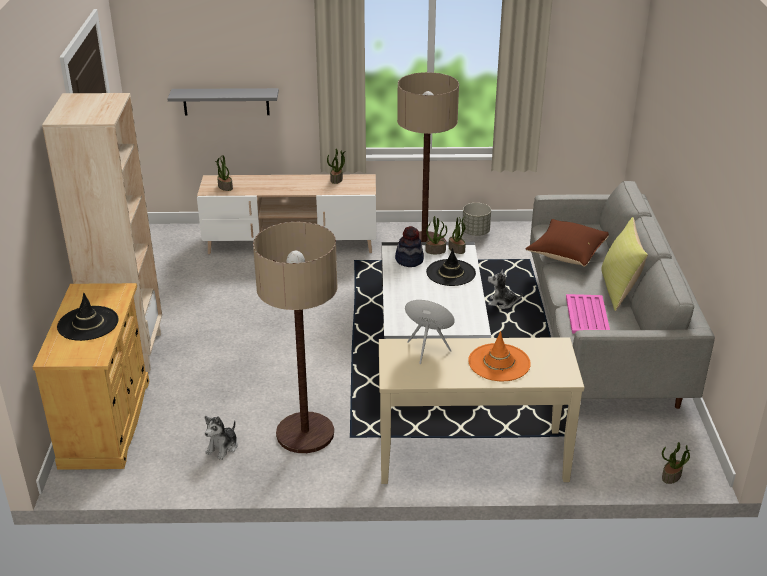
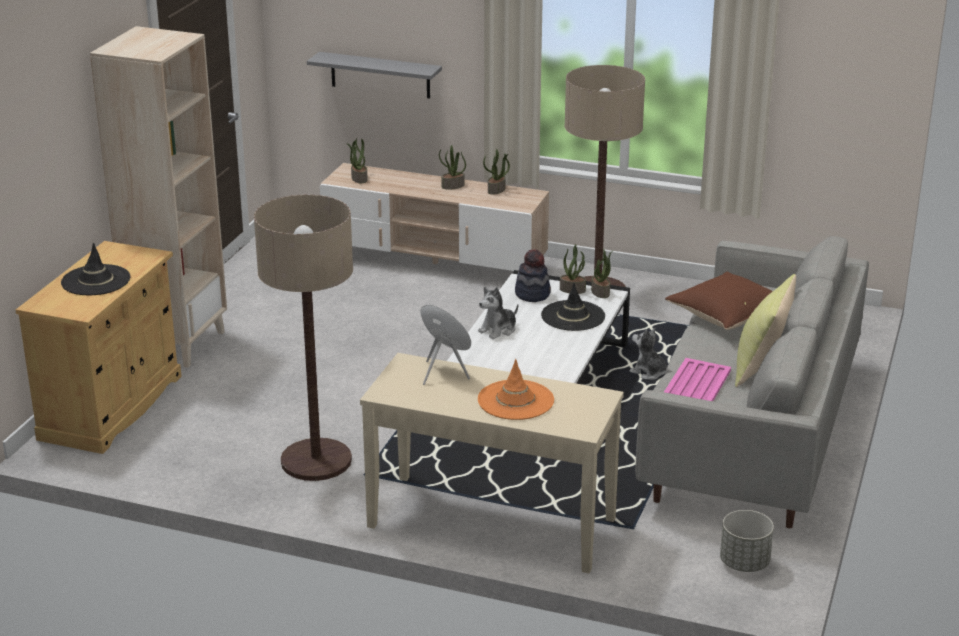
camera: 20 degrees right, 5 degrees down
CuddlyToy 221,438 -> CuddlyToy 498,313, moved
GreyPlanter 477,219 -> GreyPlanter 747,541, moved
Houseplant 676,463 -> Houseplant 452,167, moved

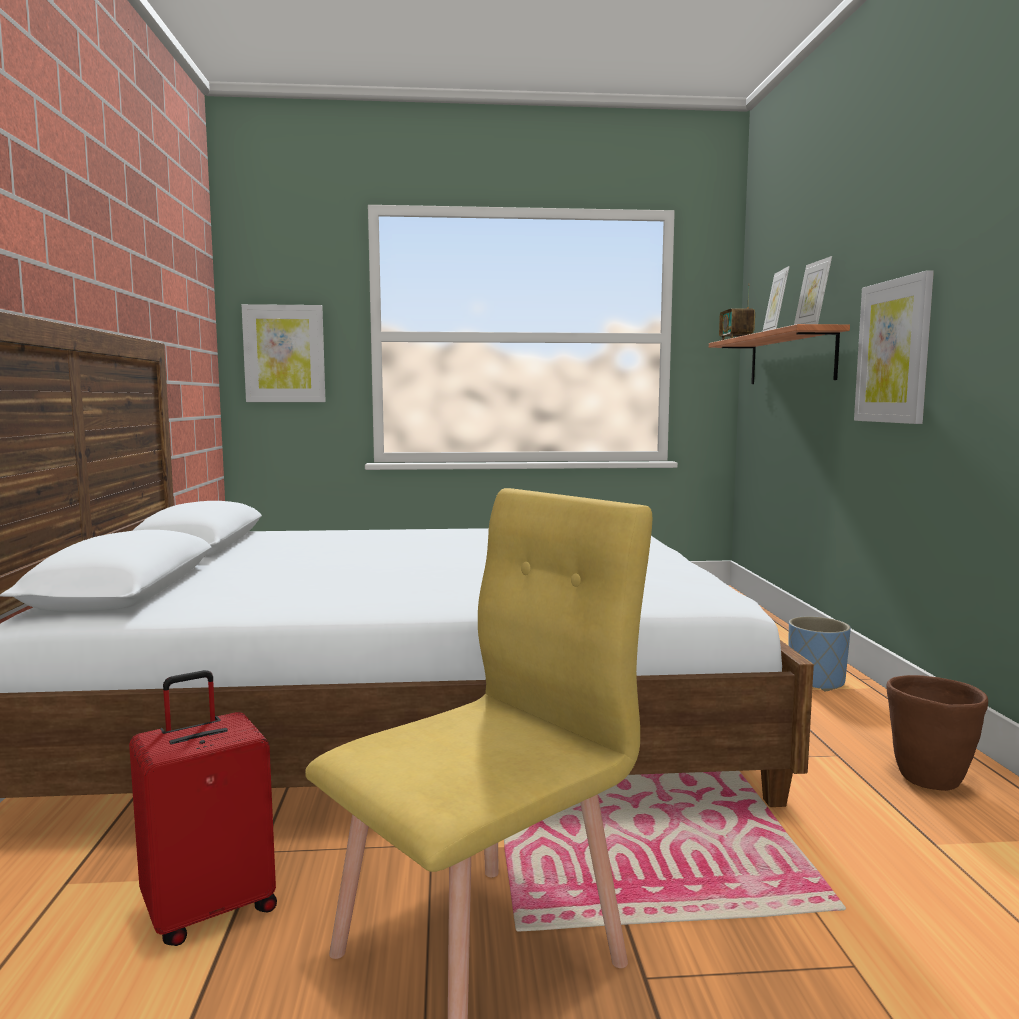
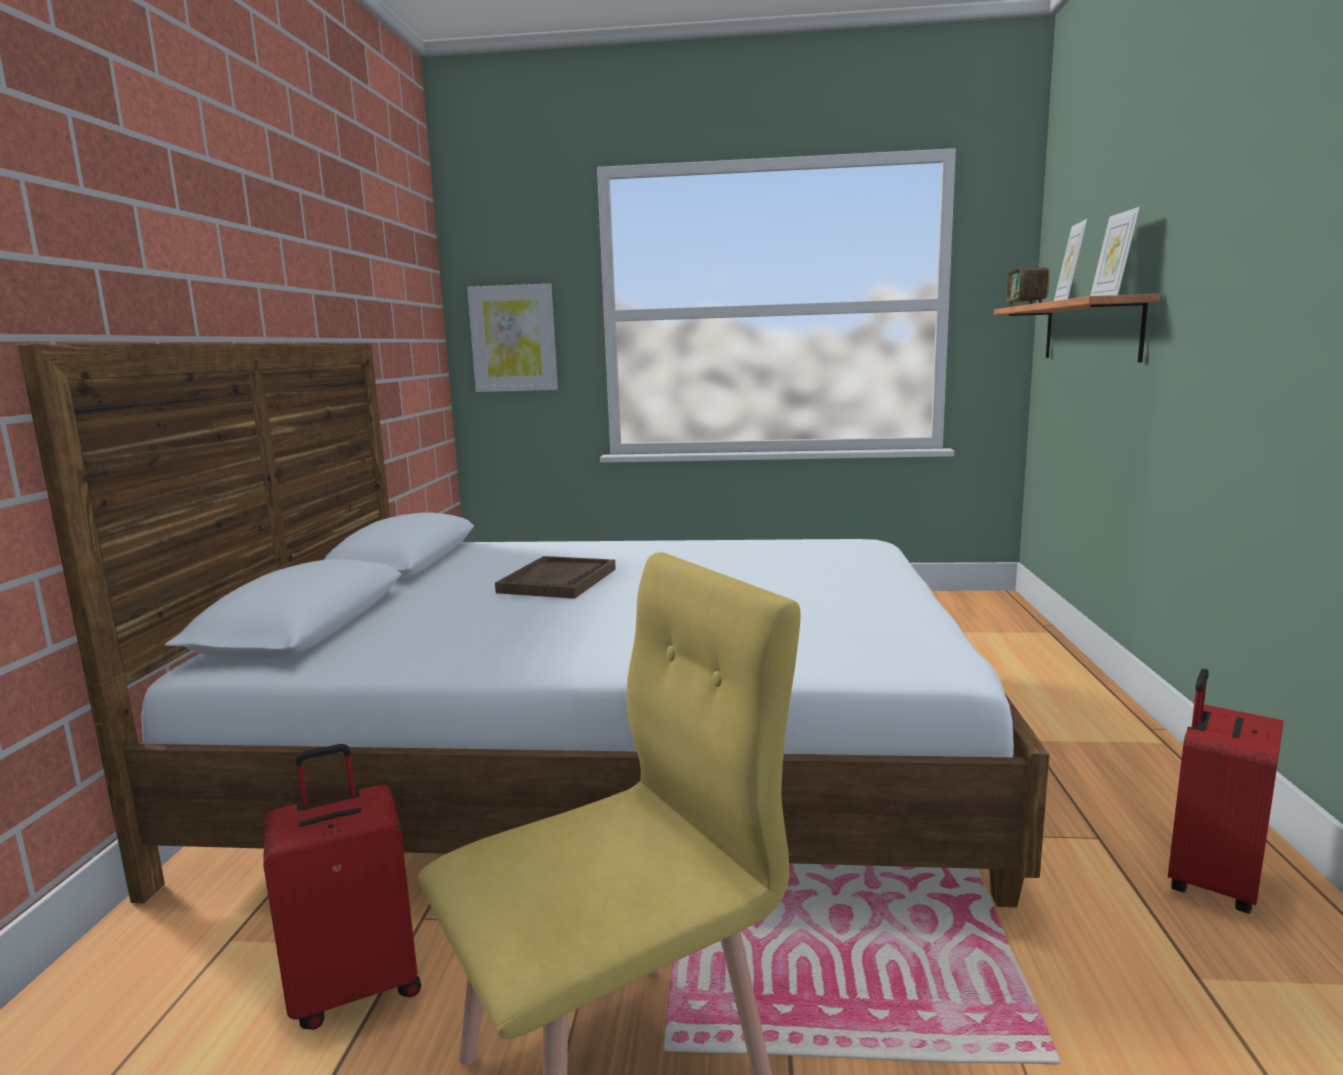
camera: 10 degrees right, 5 degrees up
BluishPlanter 819,653 -> none
WallPicture 894,347 -> none
none -> BrownColouredServingTray 555,577
BrownColouredPlanter 937,733 -> ReddishSuitcase 1226,791

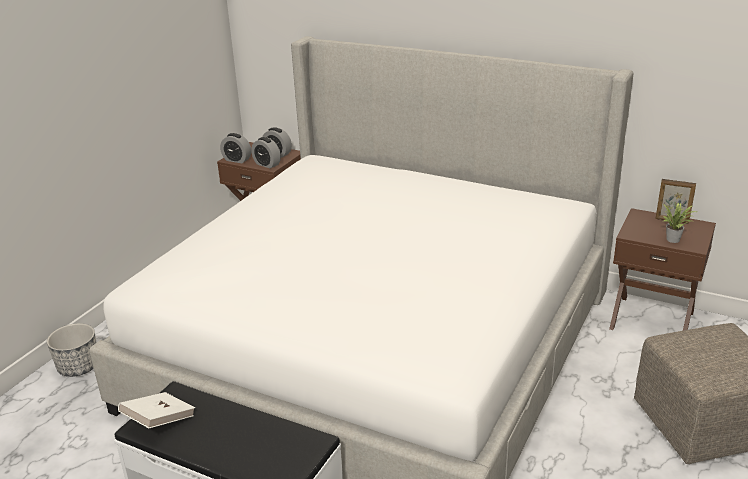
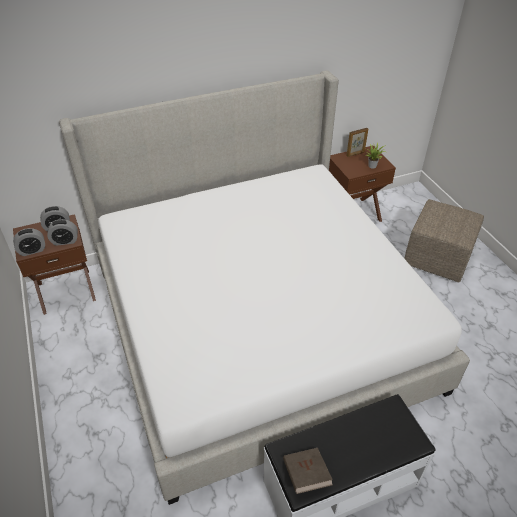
camera: 50 degrees left, 15 degrees up
Planter 72,350 -> none
WhitishBoundBook 156,410 -> BrownColouredBoundBook 308,471

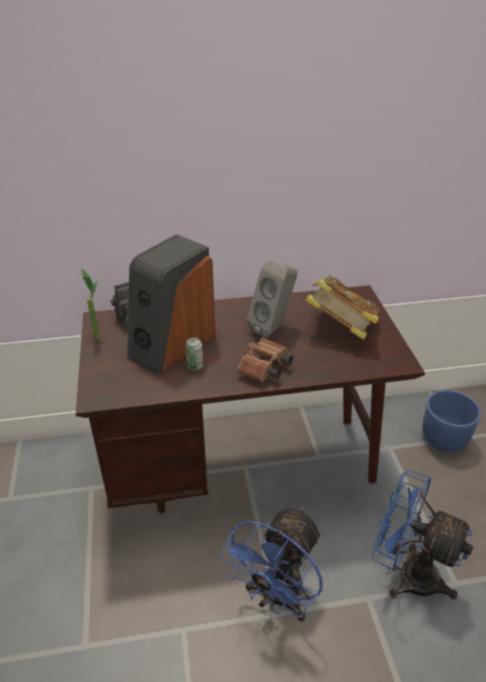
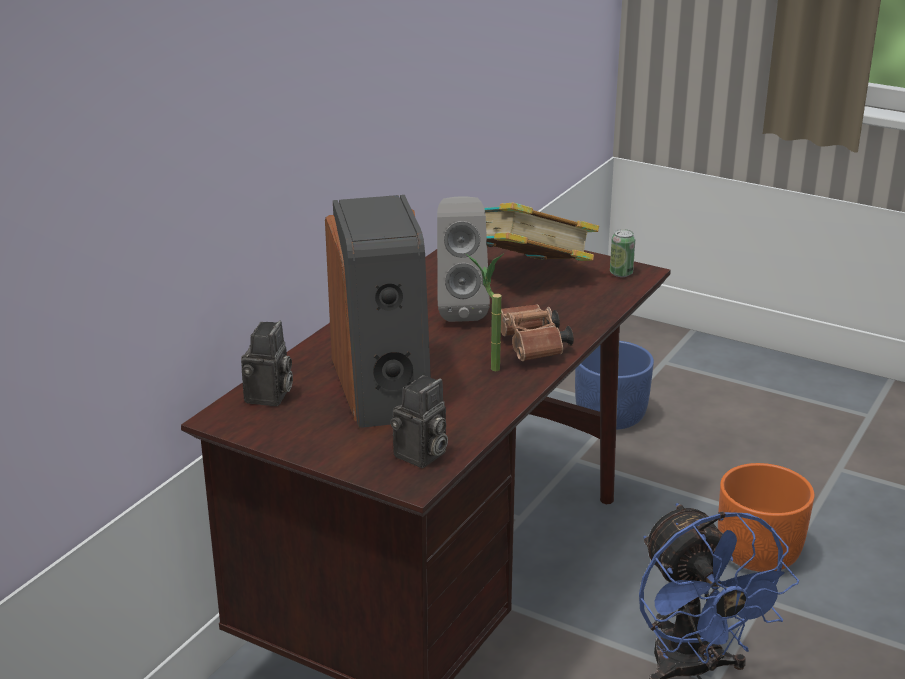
camera: 50 degrees left, 10 degrees down
none -> StillCamera 419,421
Houseplant 90,304 -> Houseplant 485,312, moved
SealedCan 194,354 -> SealedCan 622,253, moved
BluishCoolingFan 422,534 -> OrangePlanter 766,517

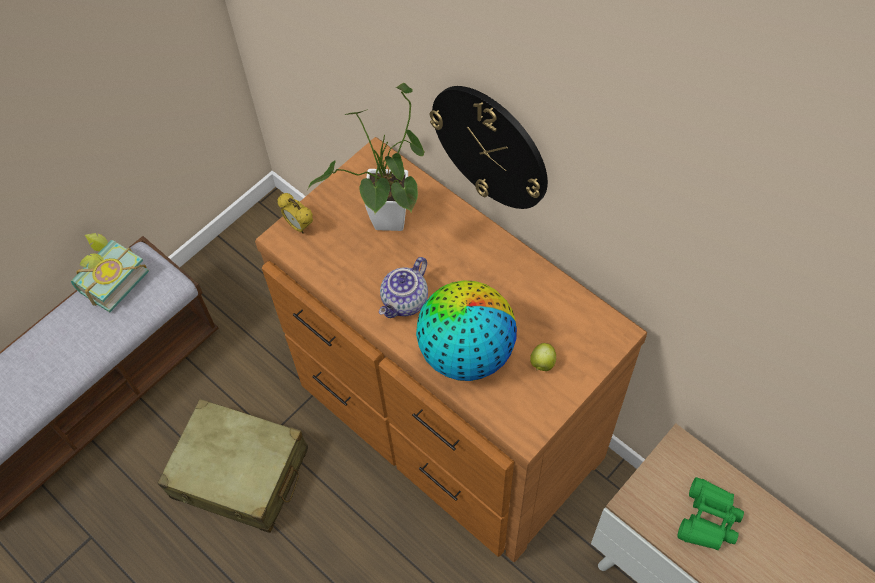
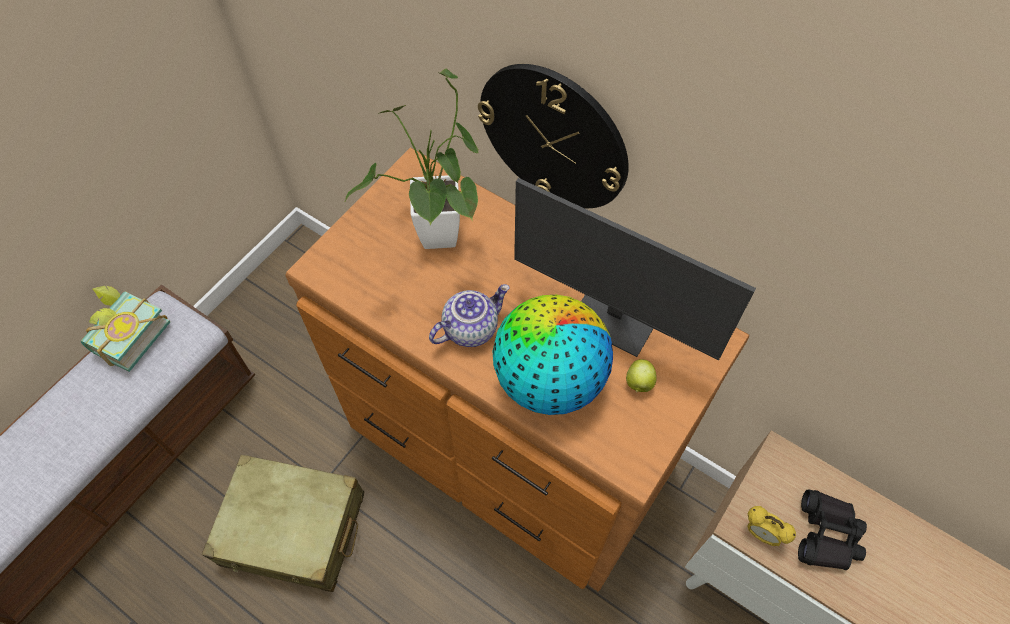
camera: 10 degrees left, 0 degrees up
none -> ComputerDisplay 635,269
TableClock 295,213 -> TableClock 771,526, moved
GreenishBinoculars 710,513 -> BlackBinoculars 832,529
PotForTea 403,287 -> PotForTea 469,315, 150 degrees counterclockwise

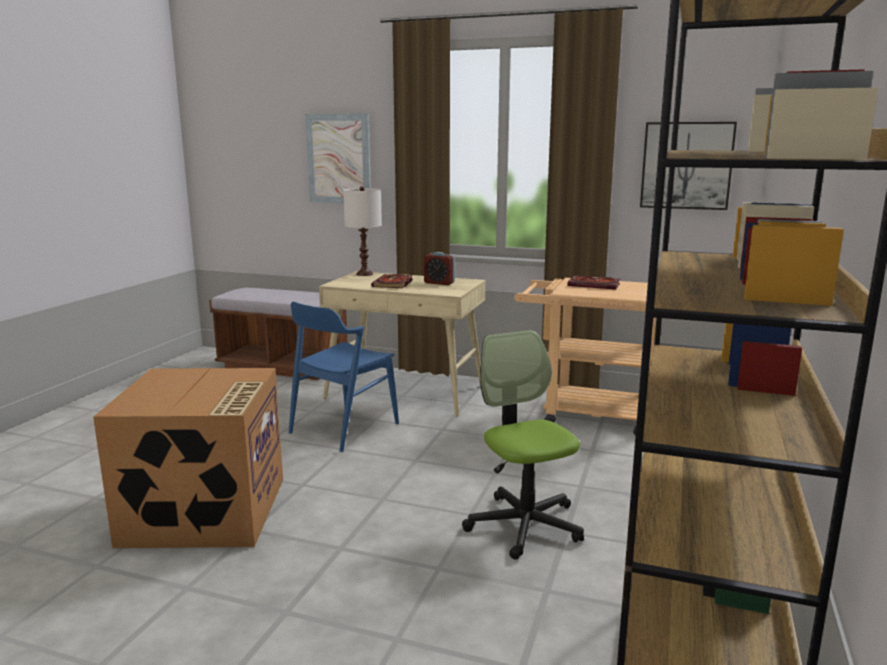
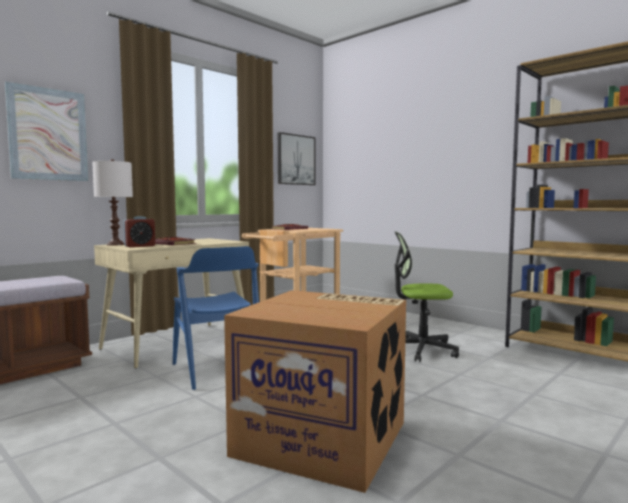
camera: 65 degrees left, 10 degrees down
TableClock 439,268 -> TableClock 139,231, moved

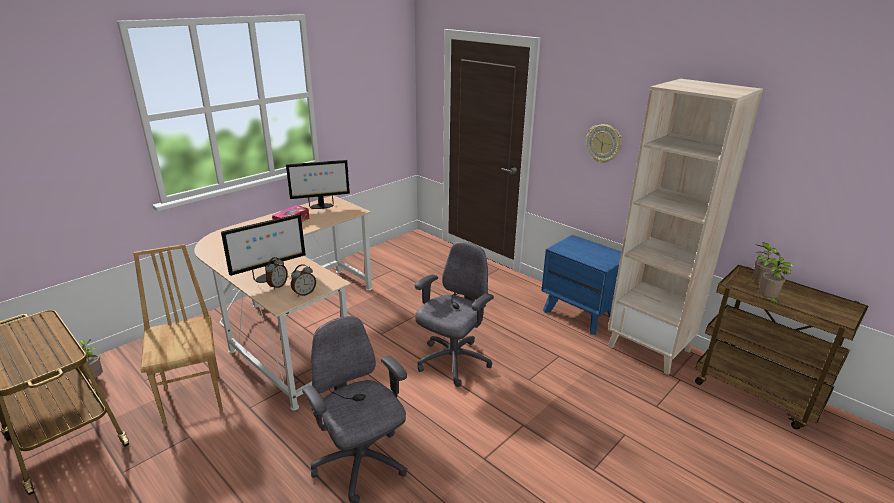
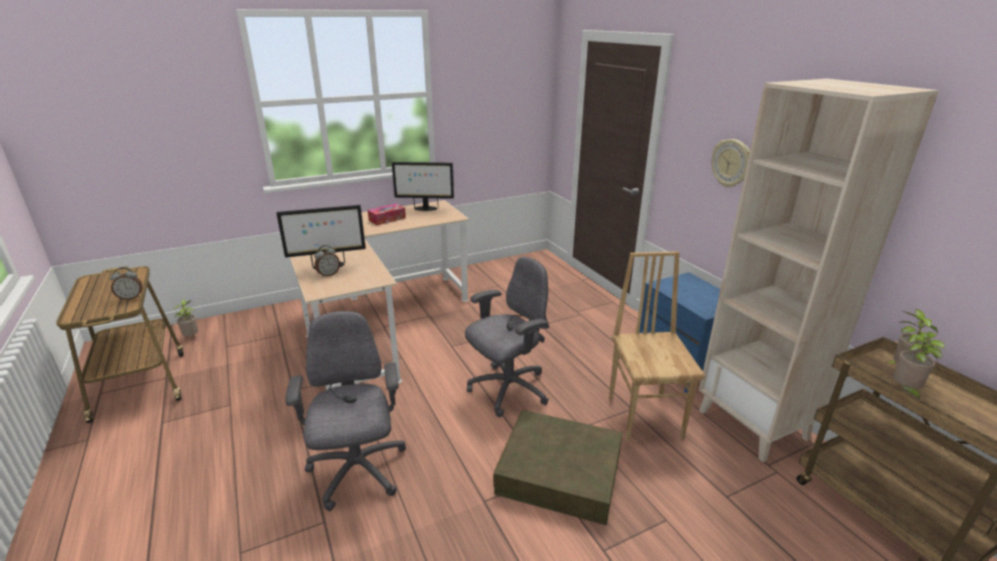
camera: 20 degrees right, 0 degrees up
none -> BrownColouredStorageContainer 558,467
BrownColouredChair 178,335 -> BrownColouredChair 657,346, moved
TableClock 303,280 -> TableClock 126,283, moved

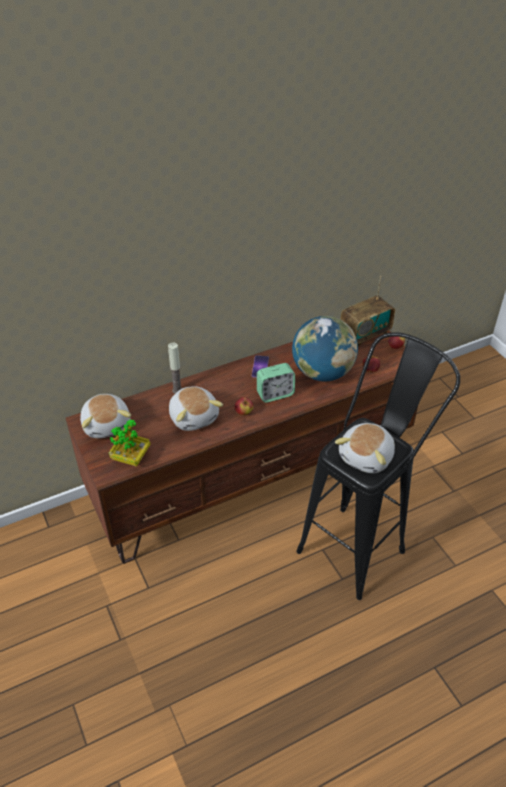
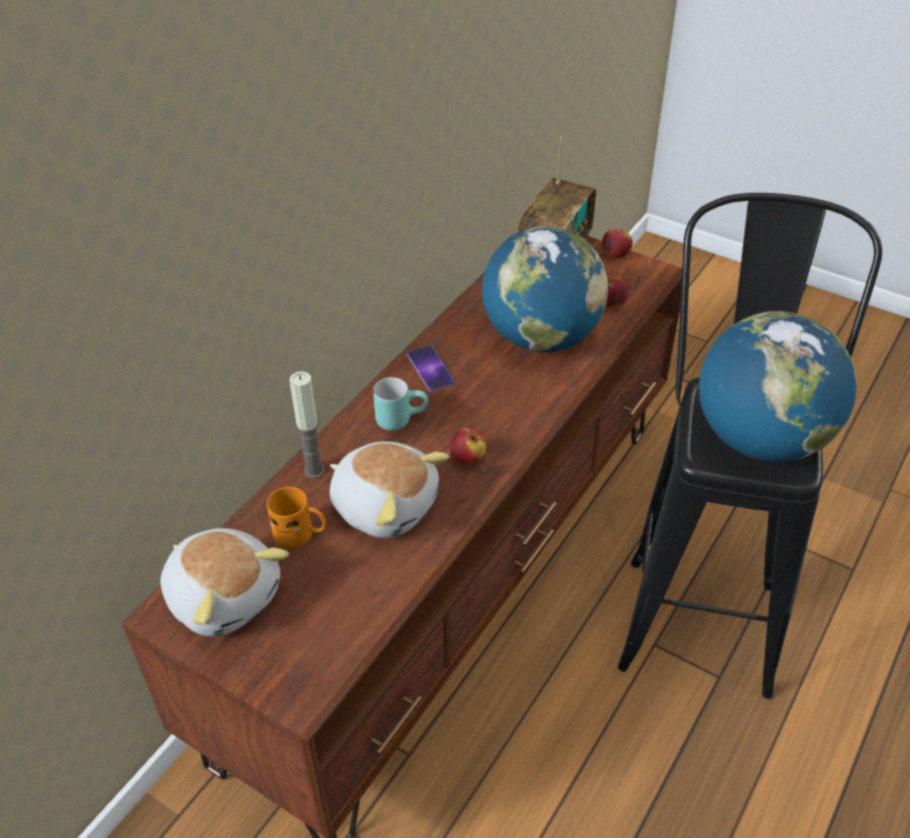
camera: 30 degrees left, 0 degrees up
Houseplant 130,443 -> none
TableClock 276,383 -> none
none -> OrangeTeaMug 296,517
none -> BlueGreenTeaMug 400,403
CuddlyToy 365,448 -> DeskGlobe 778,386

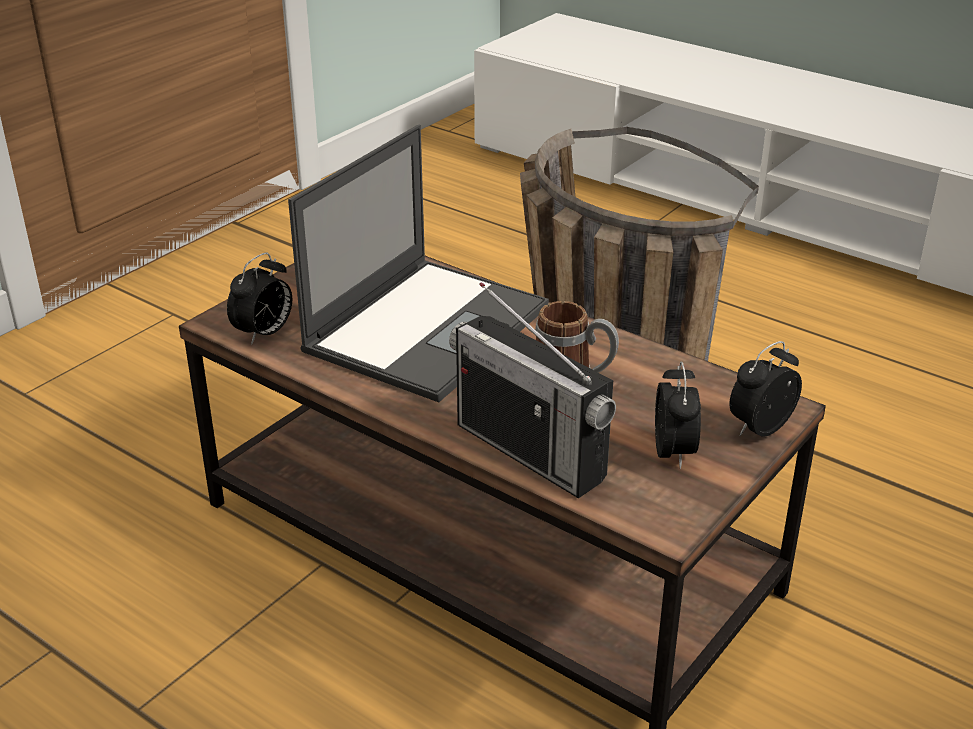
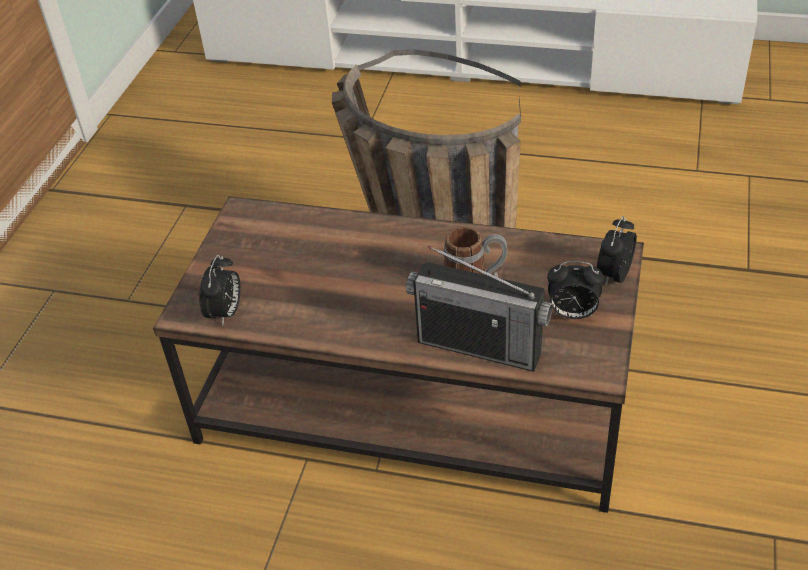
camera: 20 degrees left, 10 degrees up
NotebookComputer 418,263 -> none
TableClock 678,415 -> TableClock 575,290, 120 degrees clockwise

